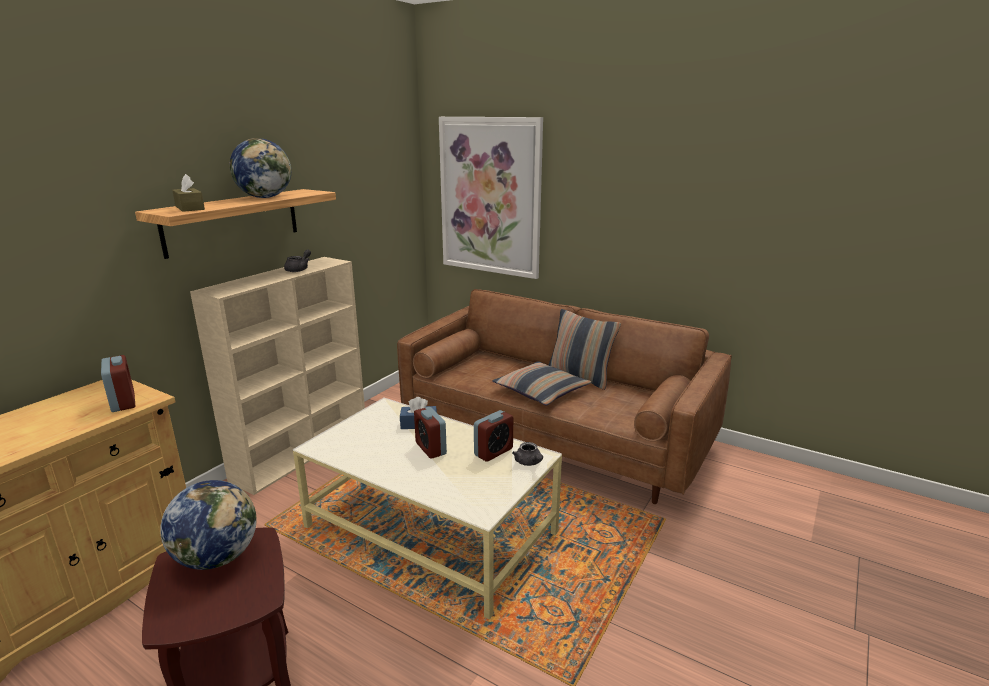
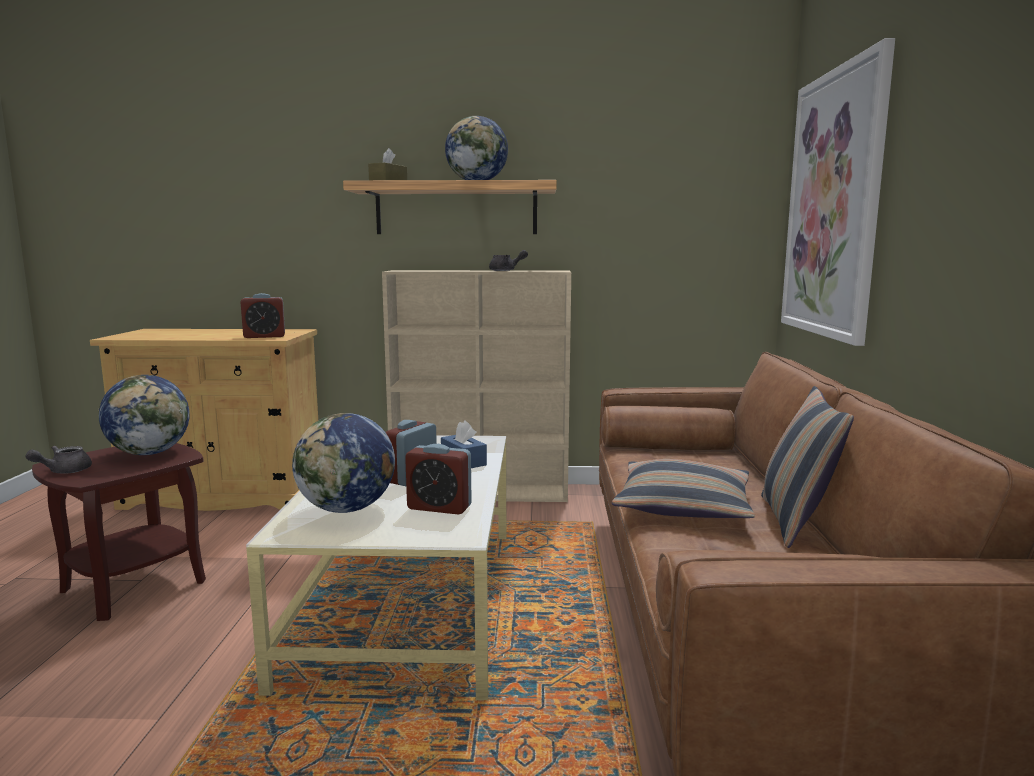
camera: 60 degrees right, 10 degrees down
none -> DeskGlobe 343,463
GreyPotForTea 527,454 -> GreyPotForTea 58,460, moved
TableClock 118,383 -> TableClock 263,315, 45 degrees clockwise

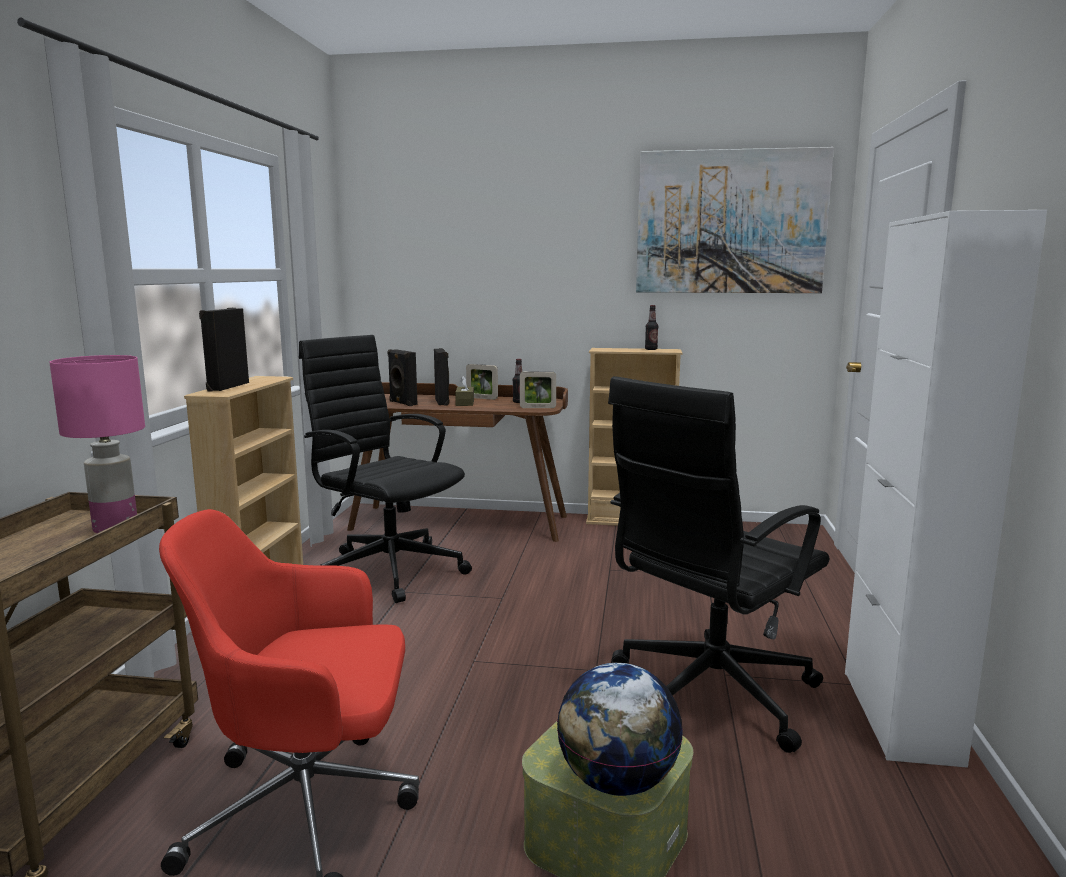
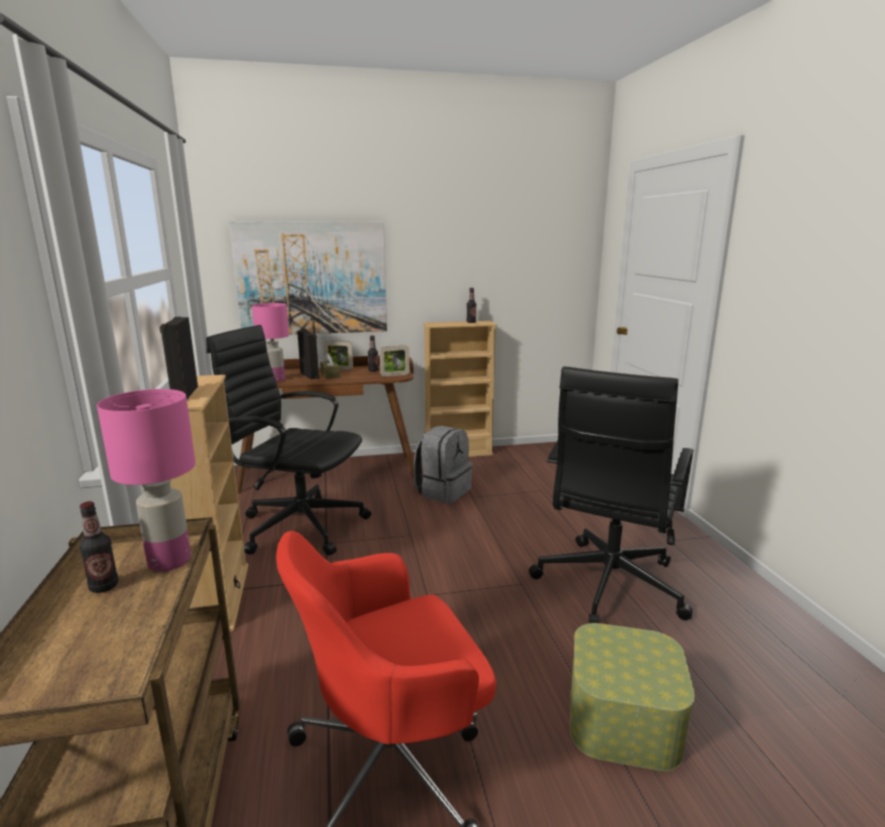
camera: 20 degrees left, 5 degrees up
DeskGlobe 620,729 -> none
WhitishCabinet 946,489 -> none
none -> BeverageBottle 99,547
none -> GreyKnapsack 443,465
WallPicture 735,220 -> WallPicture 308,277, moved
BlackSpeaker 402,377 -> PinkTableLamp 270,342

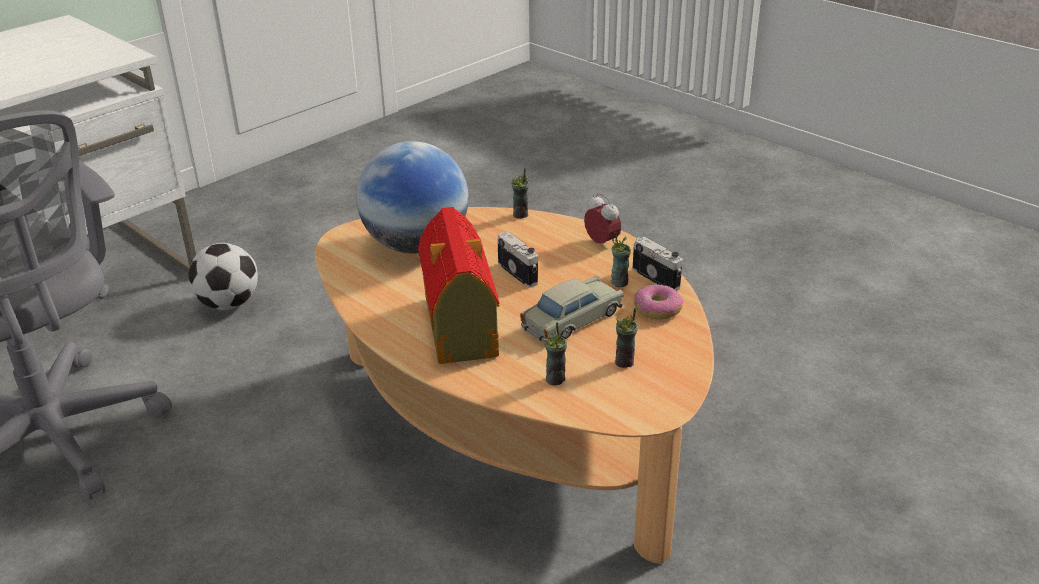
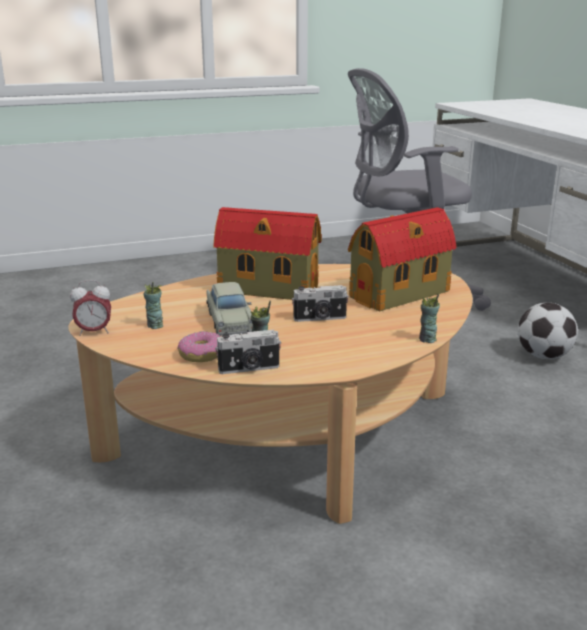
camera: 115 degrees right, 10 degrees down
SmallCup 555,353 -> none
TableClock 602,218 -> TableClock 90,308, moved
DeskGlobe 412,197 -> MiniatureHouse 402,259

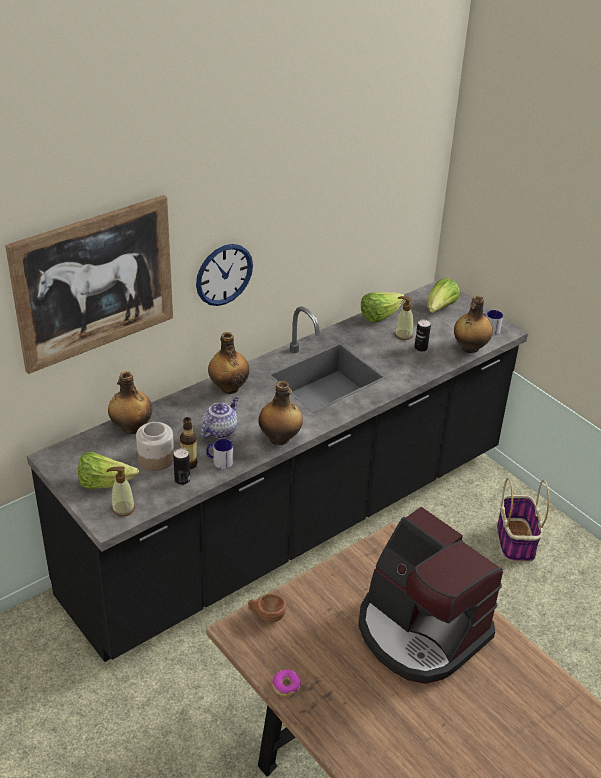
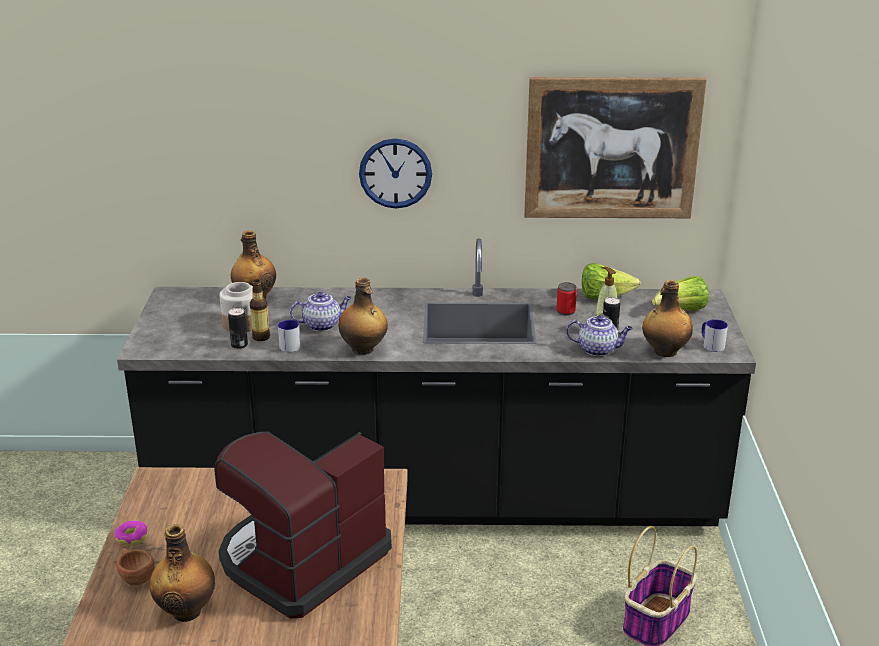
camera: 40 degrees right, 10 degrees down
Lettuce 108,470 -> none
SoapDispenser 121,491 -> none
none -> SealedCan 566,299
none -> PotForTea 599,335
WallPicture 89,284 -> WallPicture 615,147, moved
BeverageBottle 228,363 -> BeverageBottle 182,573, moved
BrownColouredSmallCup 267,607 -> BrownColouredSmallCup 135,567, moved
CoffeeMaker 430,595 -> CoffeeMaker 303,525, 45 degrees clockwise

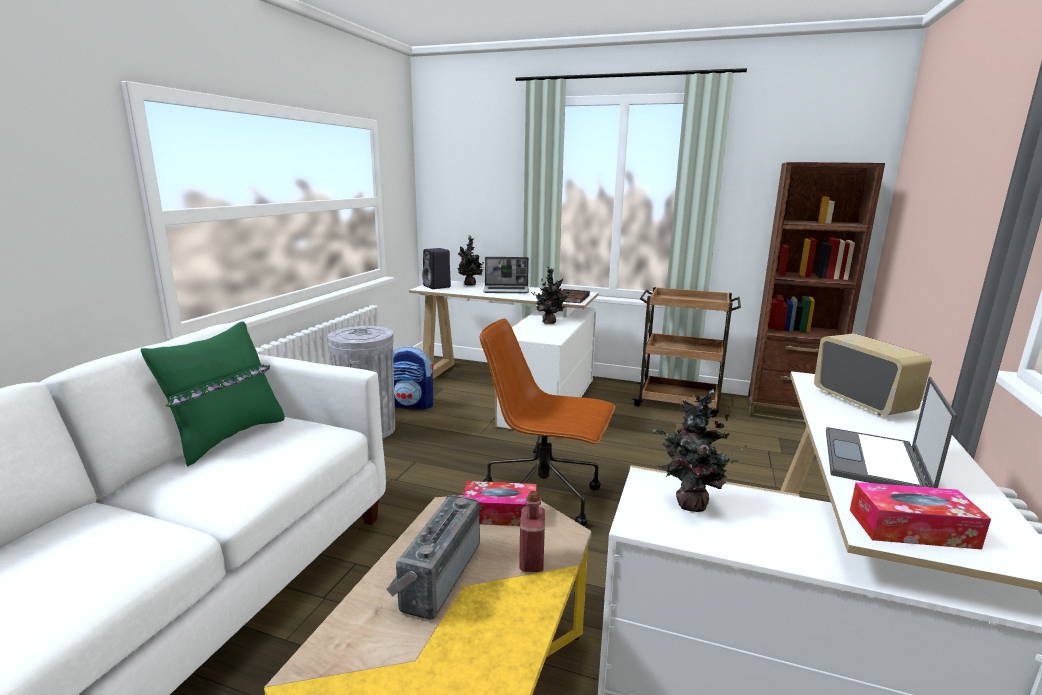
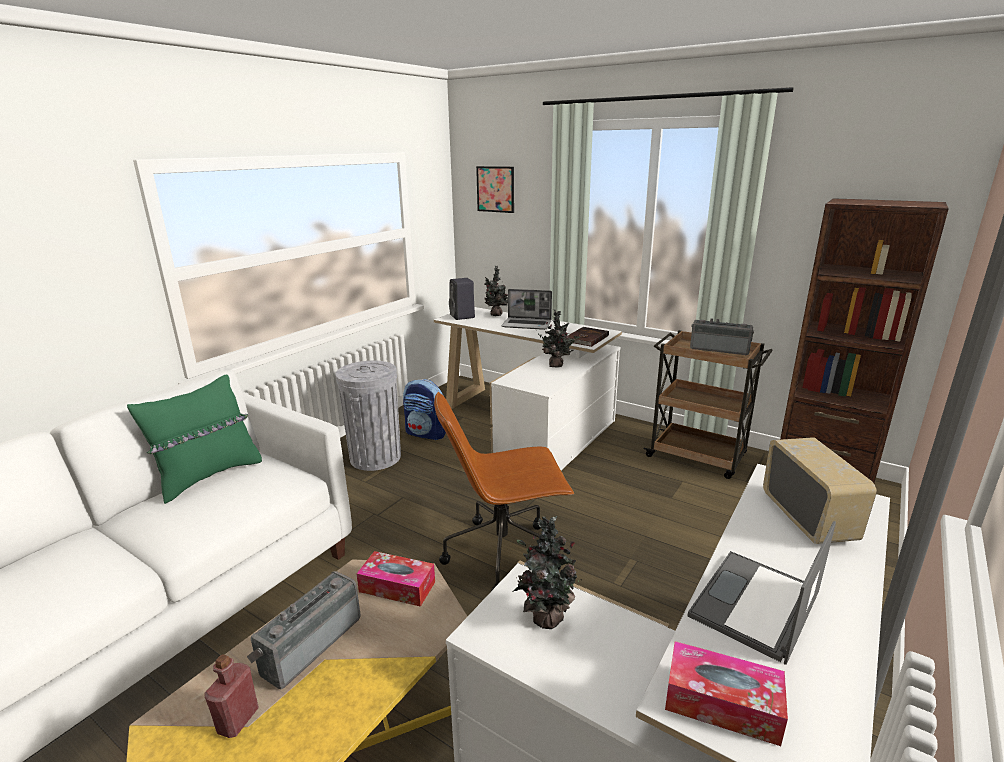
camera: 15 degrees right, 5 degrees up
none -> WallPicture 495,189
none -> RadioSet 722,336
ReddishBeverageBottle 532,531 -> ReddishBeverageBottle 231,696, moved
BrownColouredOfficeChair 547,422 -> BrownColouredOfficeChair 504,491, 45 degrees counterclockwise

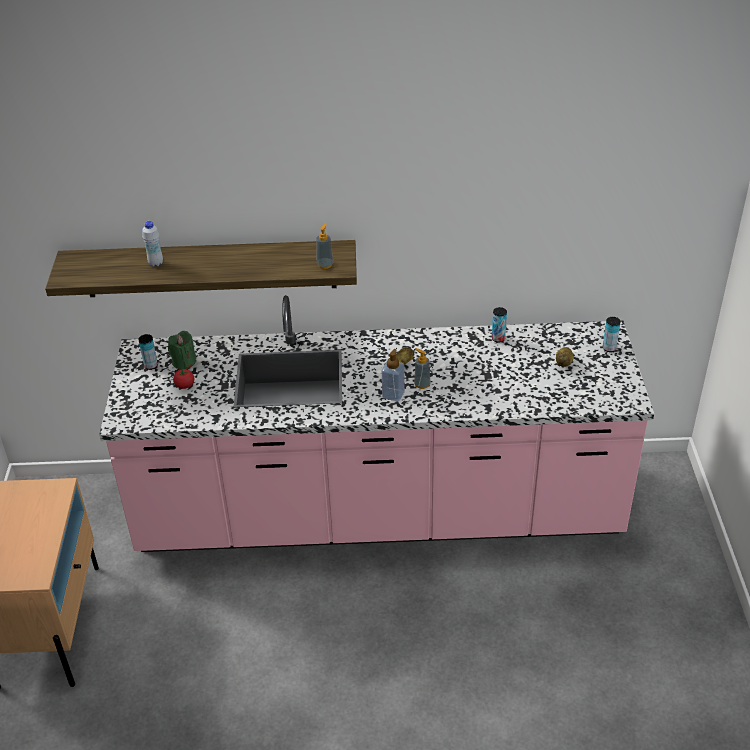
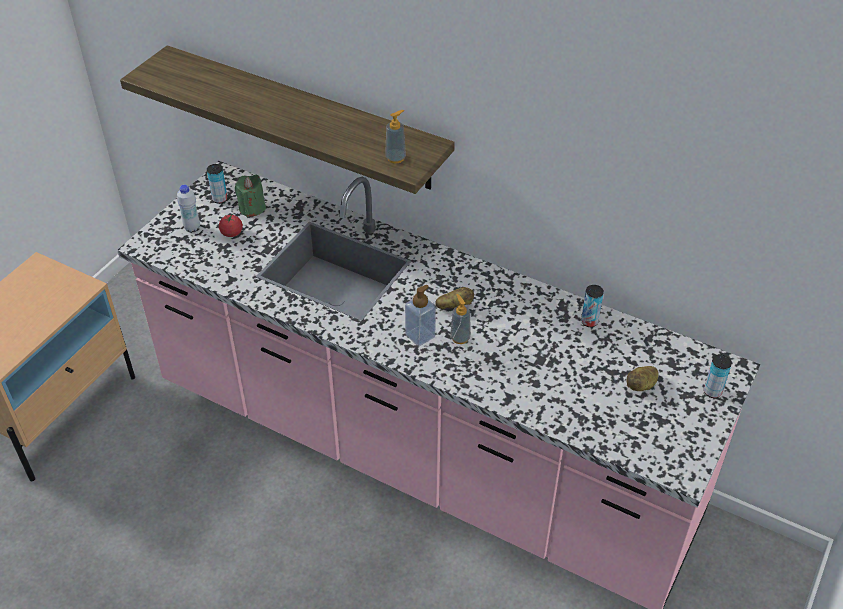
camera: 30 degrees right, 5 degrees up
WhitishBeverageBottle 152,244 -> WhitishBeverageBottle 188,208, moved

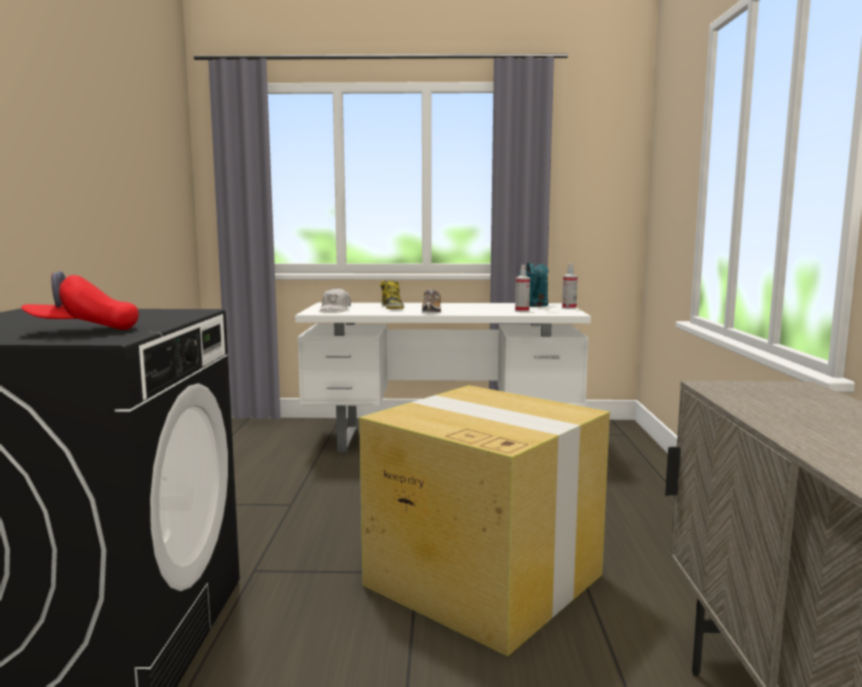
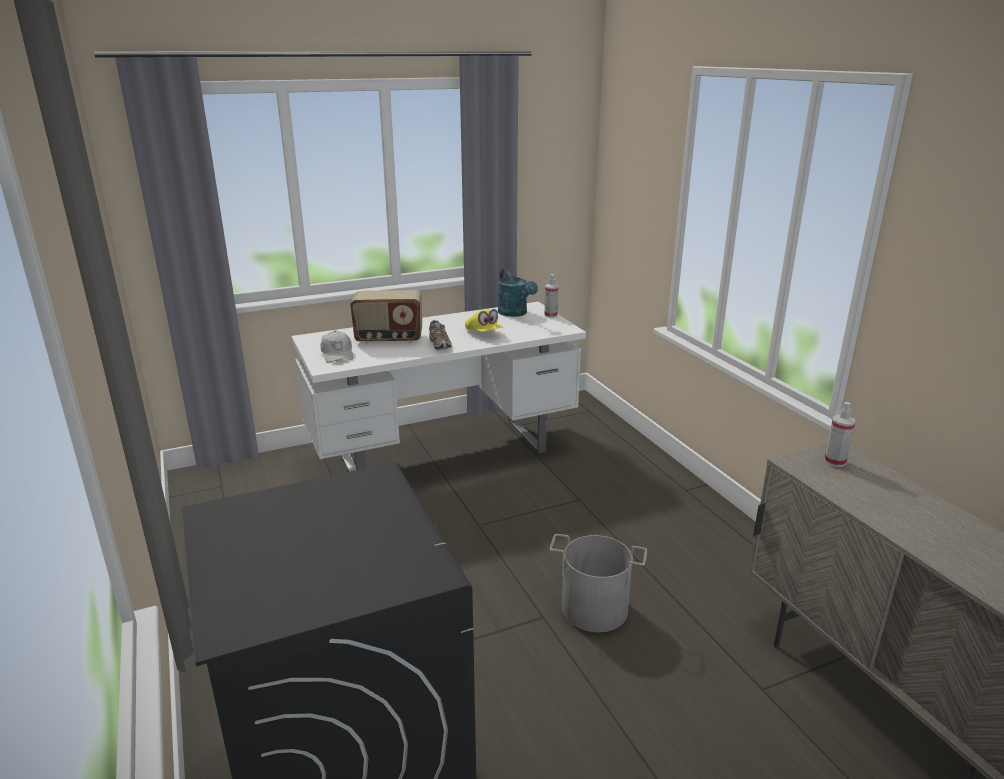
camera: 25 degrees left, 15 degrees up
ReddishCap 80,300 -> none
none -> YellowColouredCap 484,320
Sprayer 522,288 -> Sprayer 839,434, moved
CardboardBox 484,520 -> GreyPail 598,583
HighTopBoot 392,294 -> RadioSet 386,317

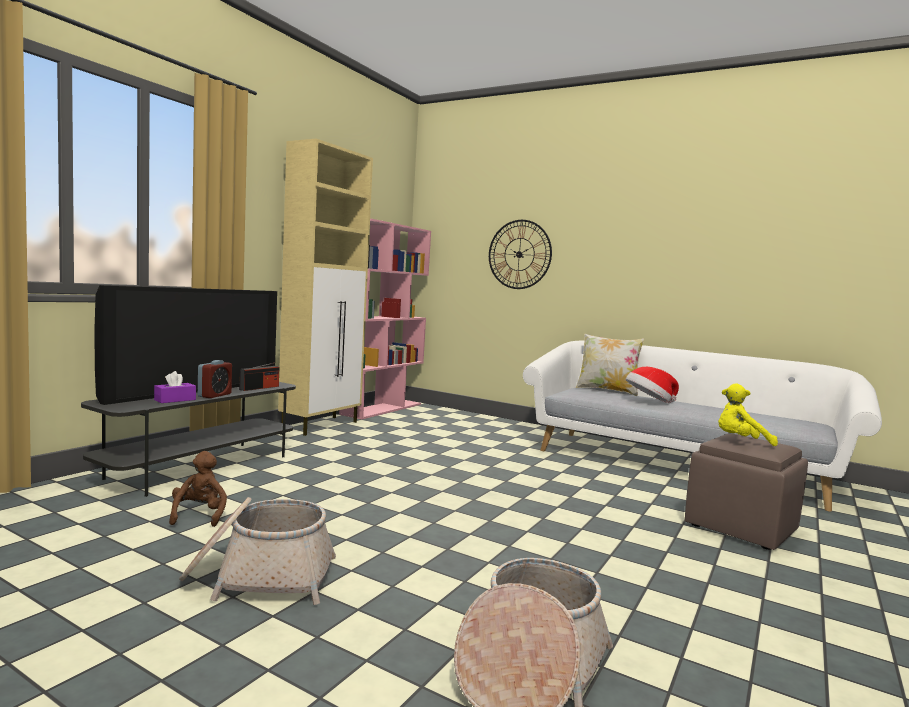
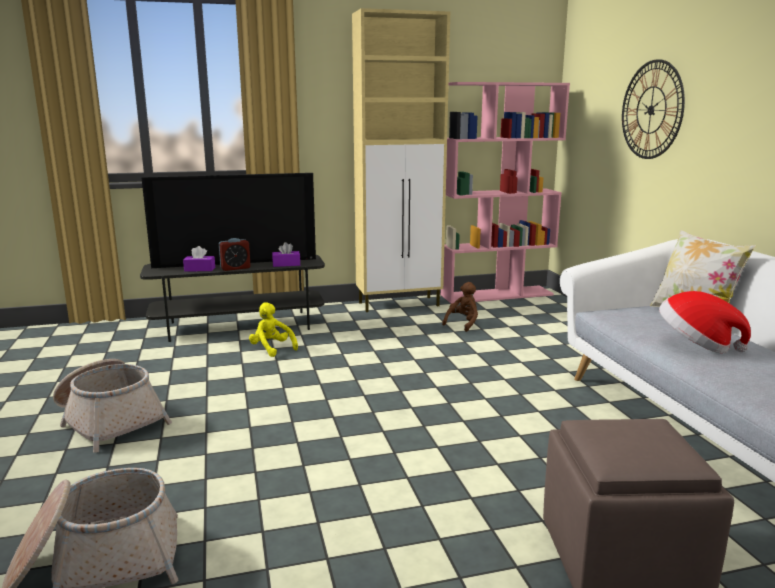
camera: 45 degrees right, 10 degrees up
BrownColouredCuddlyToy 198,489 -> BrownColouredCuddlyToy 460,307, moved
YellowColouredCuddlyToy 748,414 -> YellowColouredCuddlyToy 273,329, moved
RadioSet 259,377 -> PurpleTissueBox 286,254

